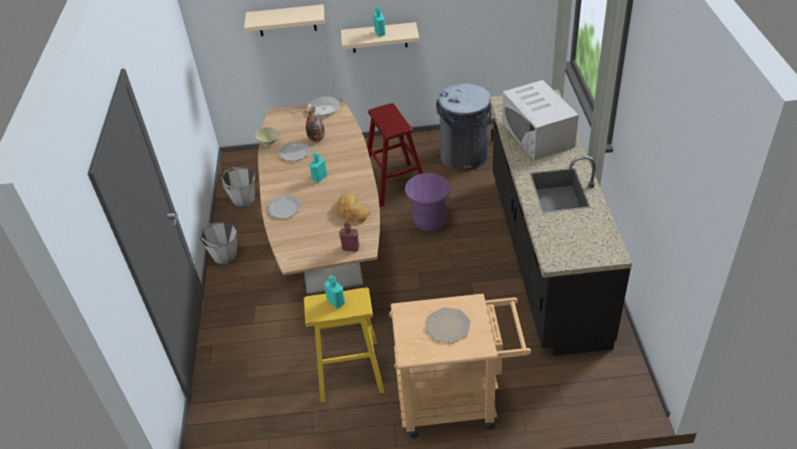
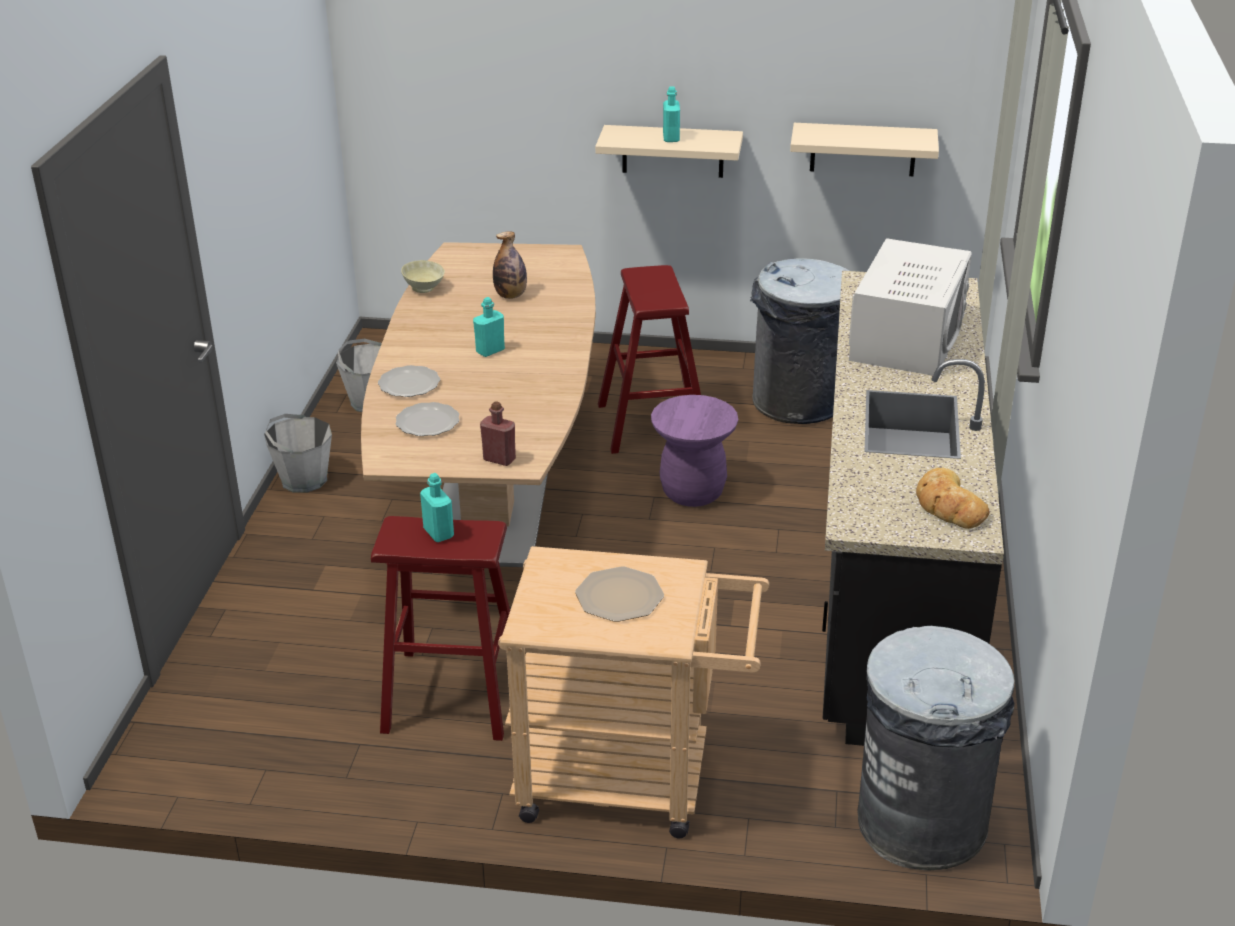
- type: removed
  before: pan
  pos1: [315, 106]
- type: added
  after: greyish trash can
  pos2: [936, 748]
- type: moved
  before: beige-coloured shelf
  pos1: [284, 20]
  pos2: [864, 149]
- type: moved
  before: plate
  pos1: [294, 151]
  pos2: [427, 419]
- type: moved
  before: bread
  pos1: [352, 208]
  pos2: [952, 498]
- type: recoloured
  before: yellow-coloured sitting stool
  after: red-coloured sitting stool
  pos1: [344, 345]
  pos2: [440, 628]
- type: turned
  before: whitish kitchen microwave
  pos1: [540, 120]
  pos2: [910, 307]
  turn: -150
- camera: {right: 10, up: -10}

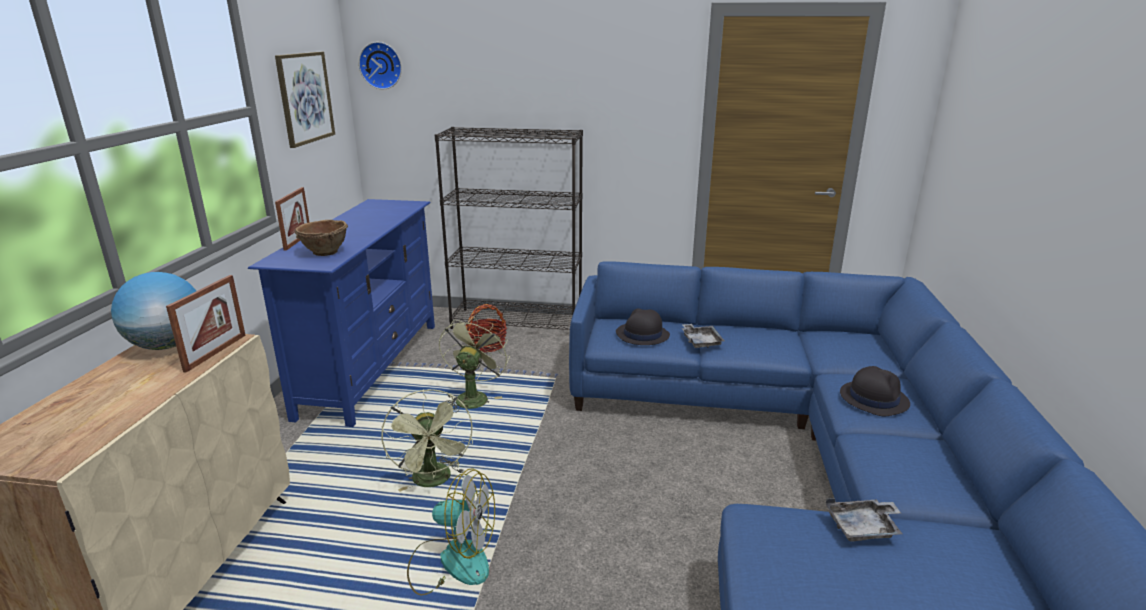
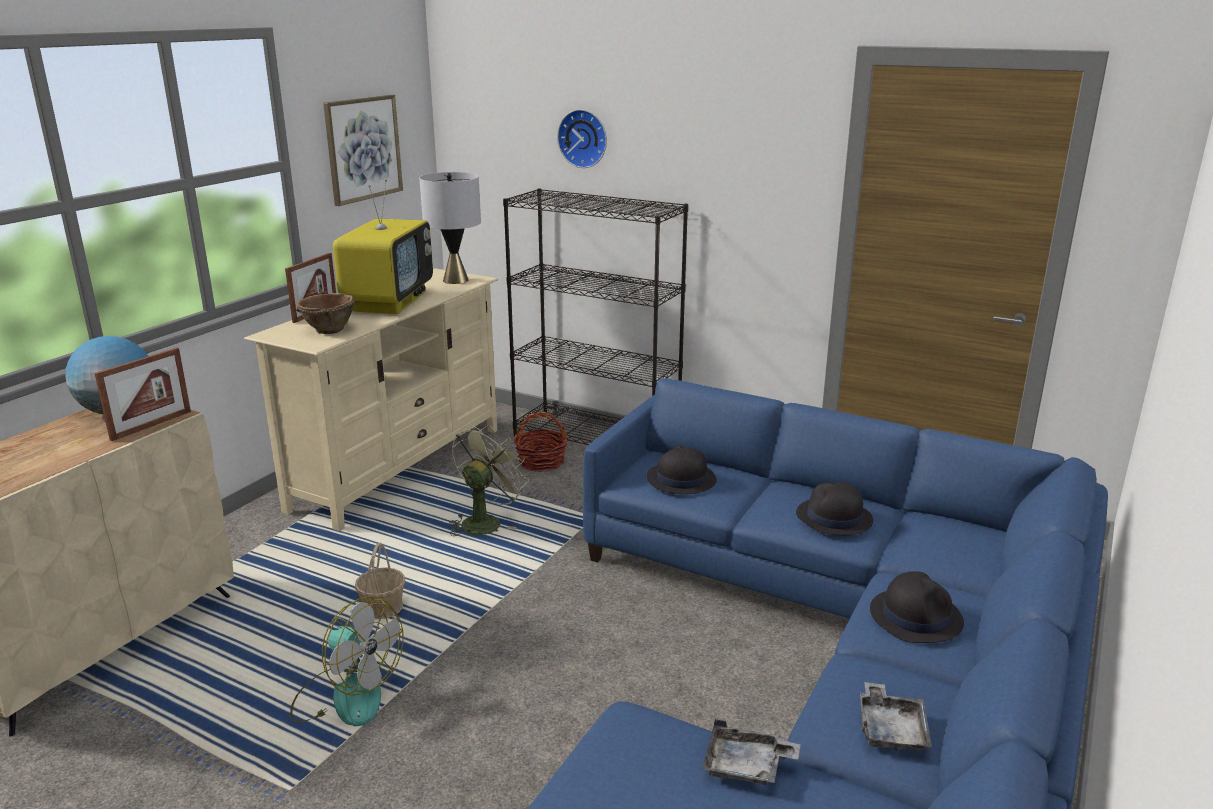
- type: added
  after: TV
  pos2: [383, 246]
- type: added
  after: greyish lamp for a table
  pos2: [450, 228]
- type: added
  after: black-coloured clothing hat
  pos2: [834, 509]
- type: moved
  before: hanging clock
  pos1: [380, 65]
  pos2: [582, 138]
- type: moved
  before: greyish tray
  pos1: [703, 336]
  pos2: [896, 716]
- type: replaced
  before: greenish fan
  after: basket
  pos1: [427, 440]
  pos2: [380, 581]
- type: recoloured
  before: blue tv unit
  after: beige-coloured tv unit
  pos1: [341, 313]
  pos2: [371, 399]
- camera: {right: 20, up: 0}

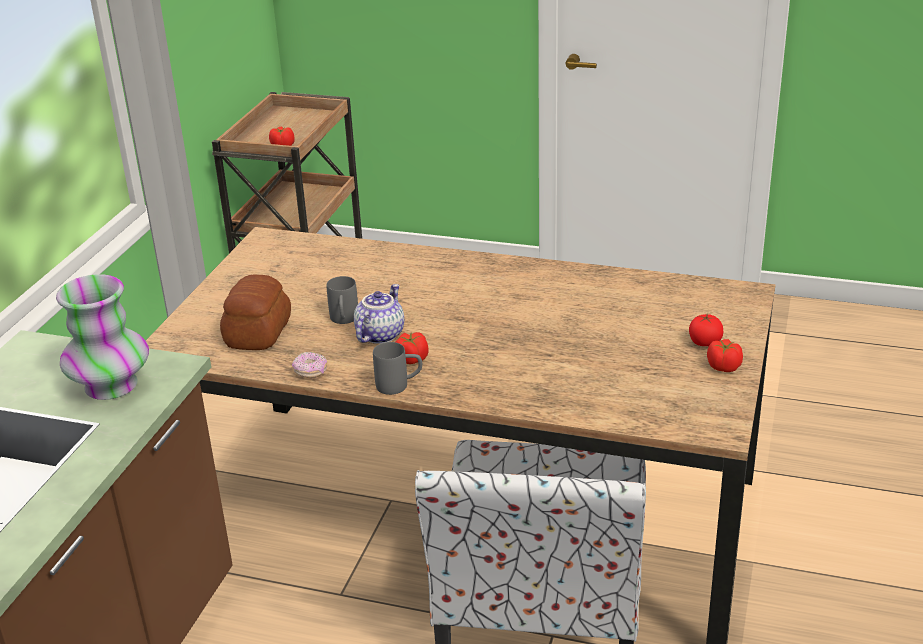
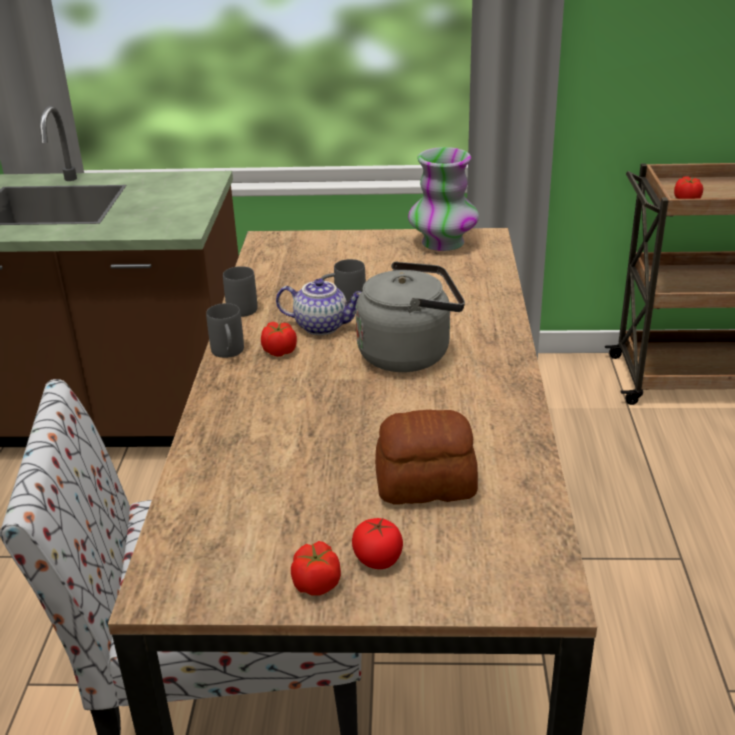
- type: added
  after: greyish kettle
  pos2: [410, 317]
- type: moved
  before: flower vase
  pos1: [102, 337]
  pos2: [443, 199]
- type: moved
  before: bread
  pos1: [255, 312]
  pos2: [426, 457]
- type: replaced
  before: donut
  after: greyish tea mug
  pos1: [309, 365]
  pos2: [240, 291]
- camera: {right: 75, up: 0}

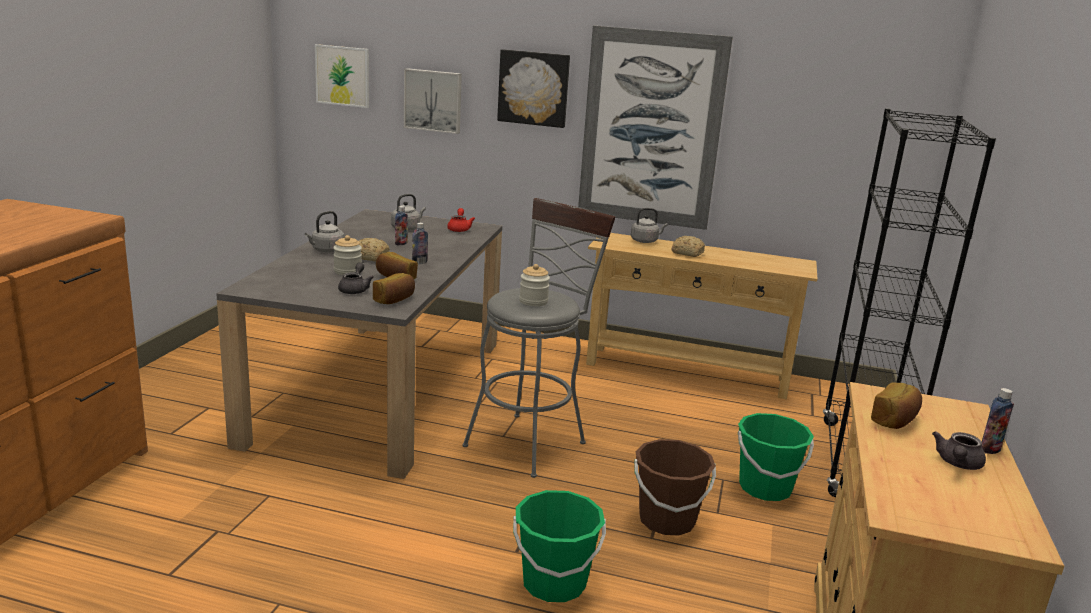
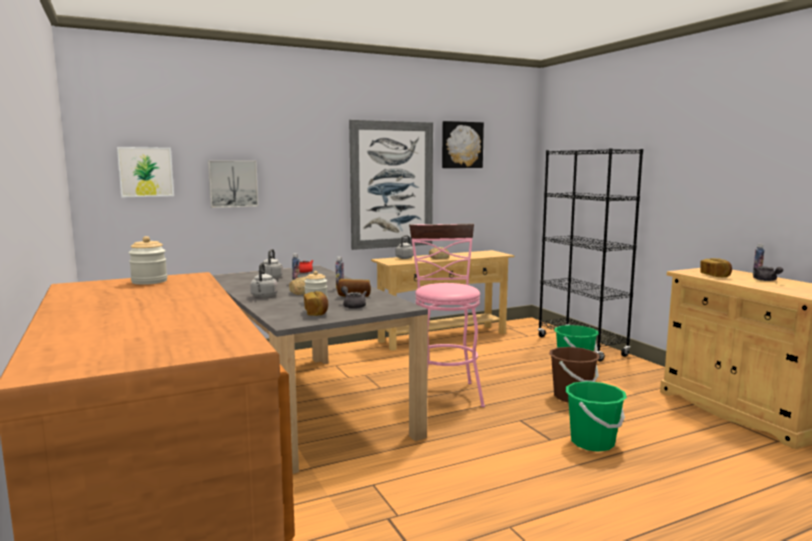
- type: moved
  before: bread
  pos1: [394, 288]
  pos2: [316, 303]
- type: moved
  before: wall picture
  pos1: [533, 88]
  pos2: [463, 144]
- type: moved
  before: preserve jar
  pos1: [534, 285]
  pos2: [148, 260]
- type: recoloured
  before: greyish sitting stool
  after: pink sitting stool
  pos1: [539, 338]
  pos2: [447, 315]
- camera: {right: -40, up: -10}

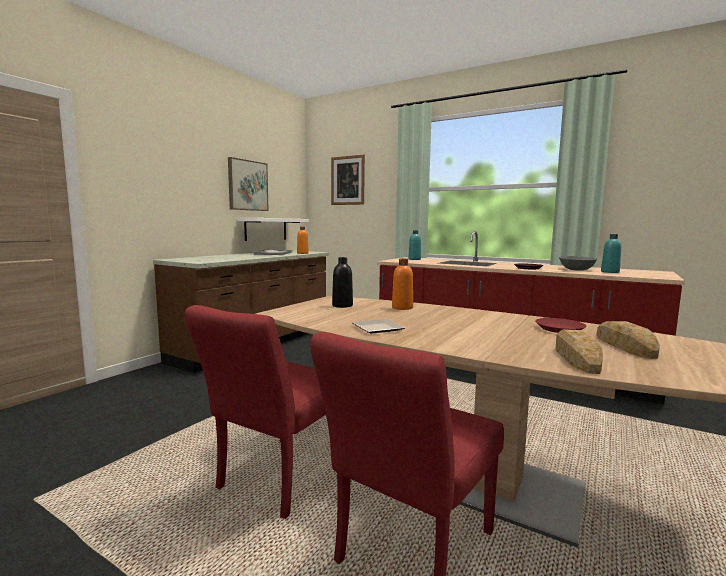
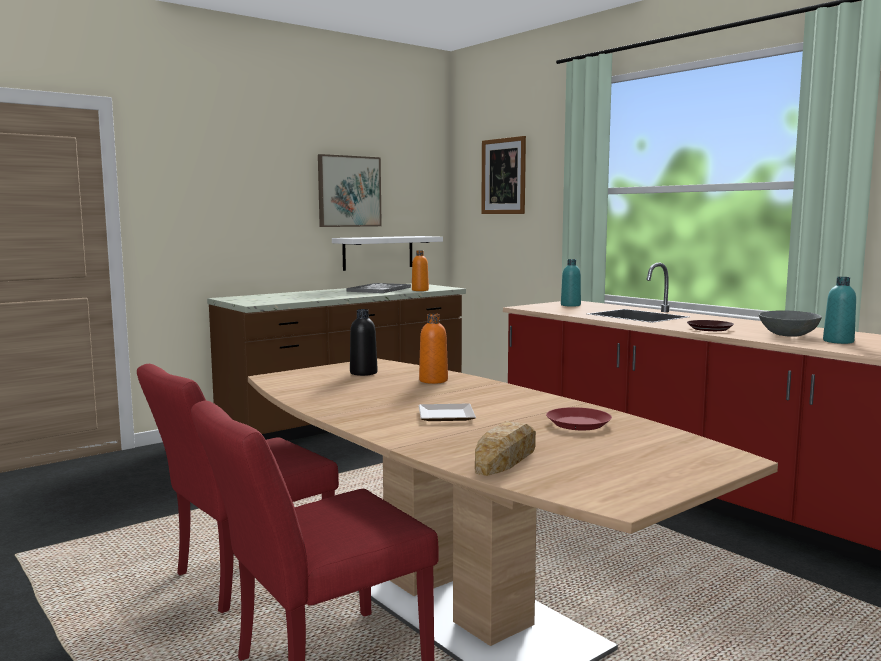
- type: removed
  before: bread
  pos1: [628, 340]
- type: moved
  before: plate
  pos1: [378, 326]
  pos2: [447, 412]
- camera: {right: 20, up: 0}

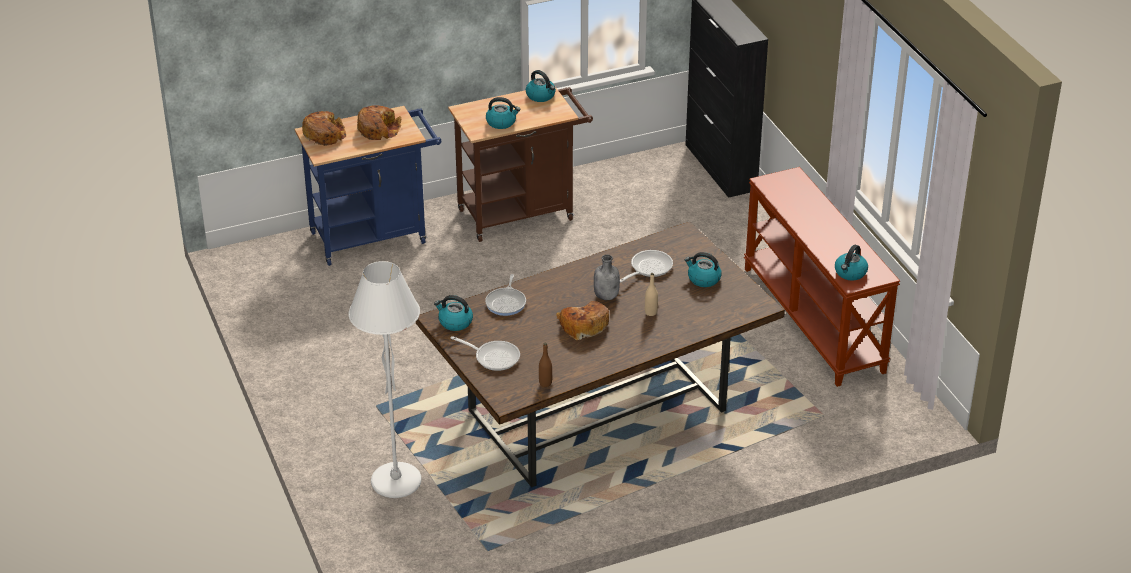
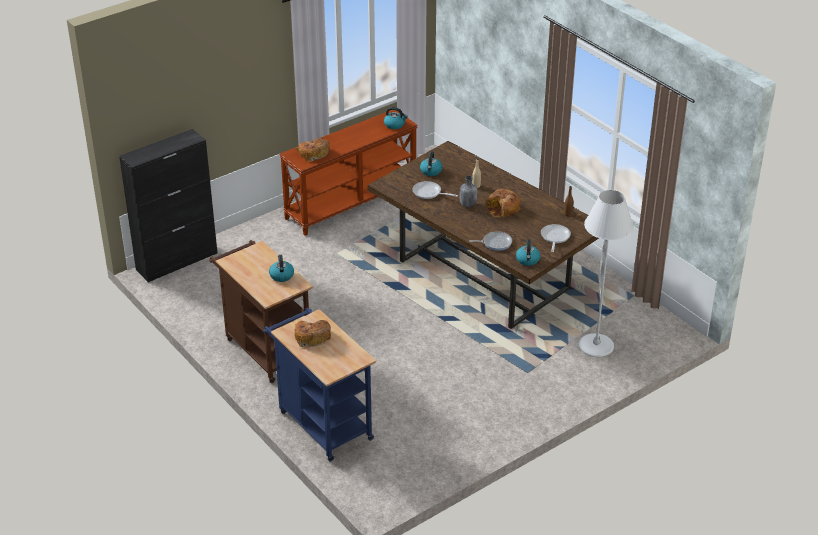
- type: removed
  before: kettle
  pos1: [541, 86]
- type: moved
  before: bread
  pos1: [324, 128]
  pos2: [313, 150]
- camera: {right: -105, up: 0}

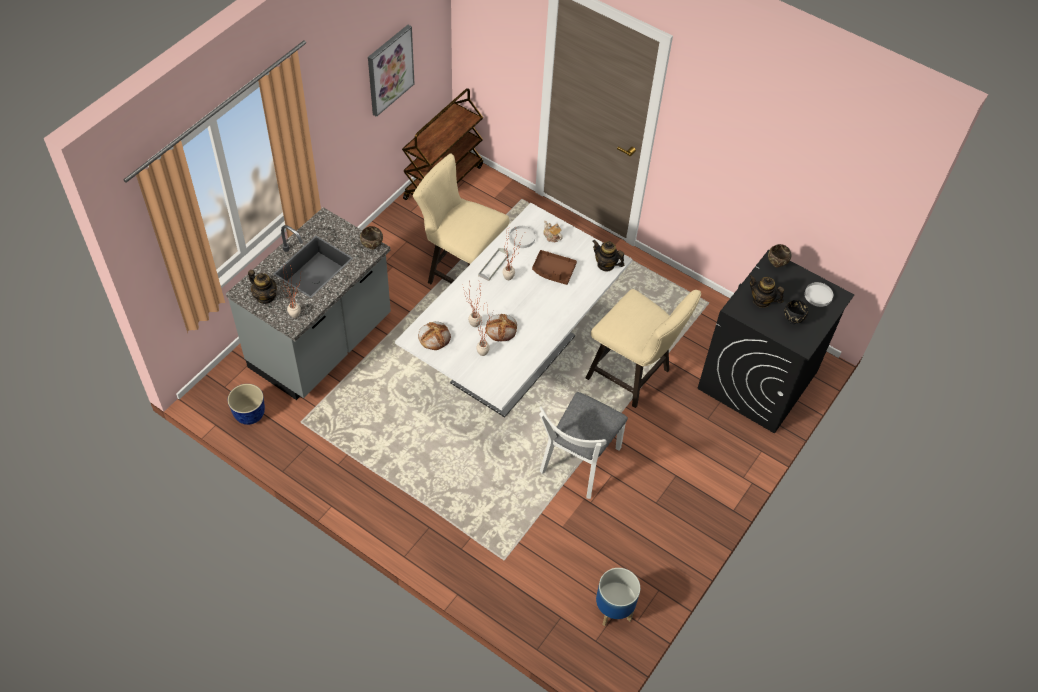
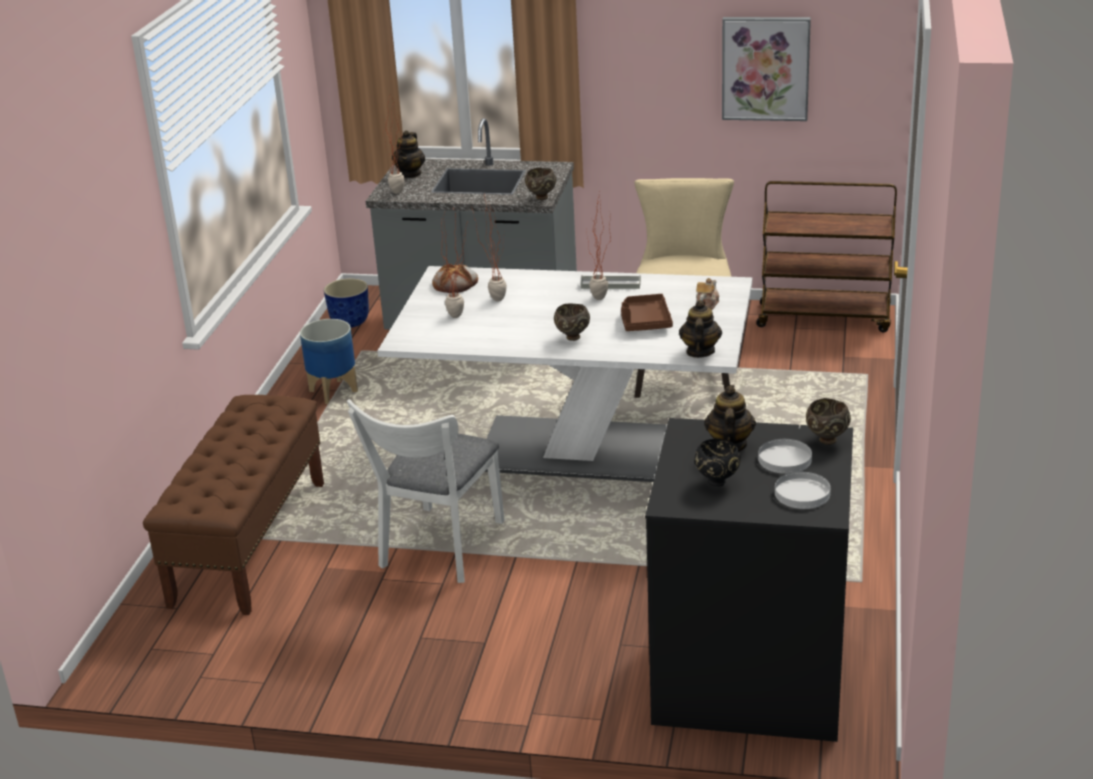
- type: removed
  before: bread
  pos1: [501, 327]
- type: removed
  before: beige-coloured sitting stool
  pos1: [643, 348]
- type: added
  after: brownish indoor bench
  pos2: [233, 505]
- type: added
  after: brownish serving bowl
  pos2: [572, 322]
- type: moved
  before: whitish plate
  pos1: [522, 237]
  pos2: [785, 456]
- type: moved
  before: plant pot
  pos1: [618, 597]
  pos2: [329, 361]
- type: turned
  before: whitish upright chair
  pos1: [583, 445]
  pos2: [426, 491]
  turn: -75
- camera: {right: 70, up: -25}

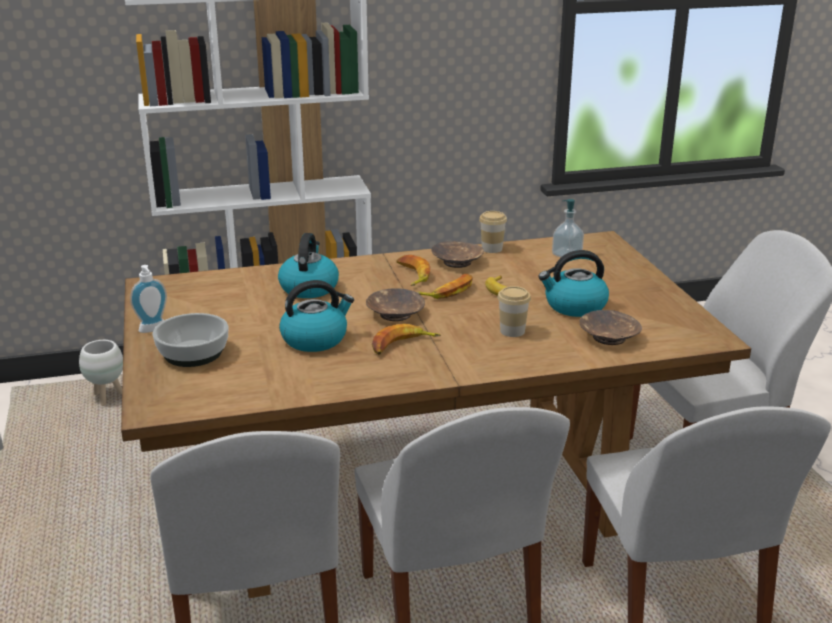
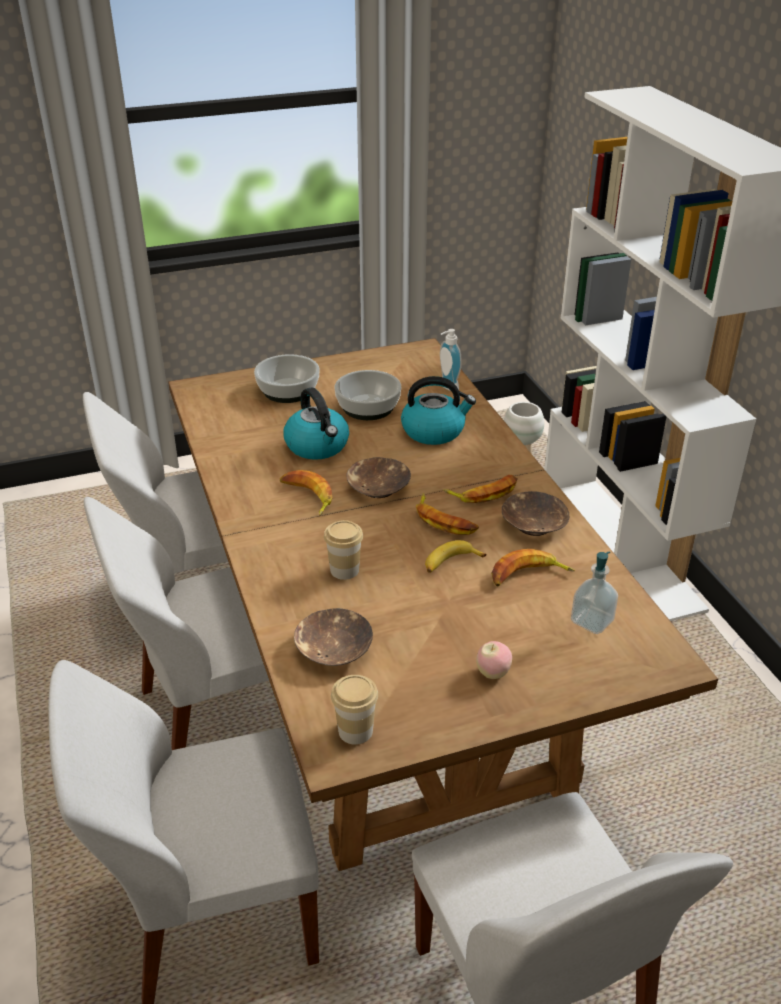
- type: removed
  before: kettle
  pos1: [573, 283]
- type: added
  after: serving bowl
  pos2: [368, 395]
- type: added
  after: apple fruit
  pos2: [494, 660]
- type: added
  after: whole banana
  pos2: [533, 567]
- type: moved
  before: liquid soap bottle
  pos1: [148, 299]
  pos2: [451, 360]
- type: moved
  before: drinking cup
  pos1: [493, 232]
  pos2: [354, 710]
- camera: {right: 85, up: 10}

